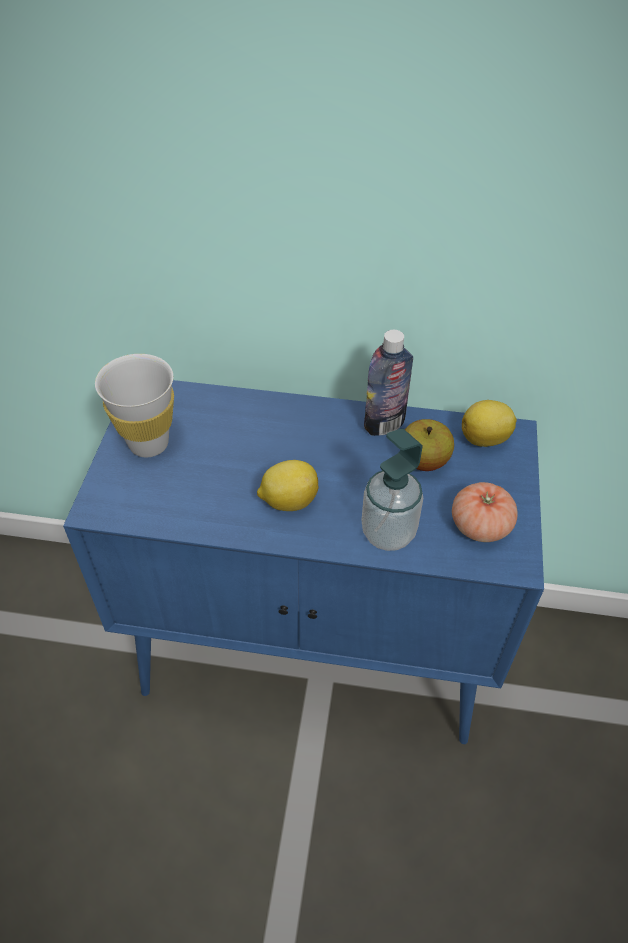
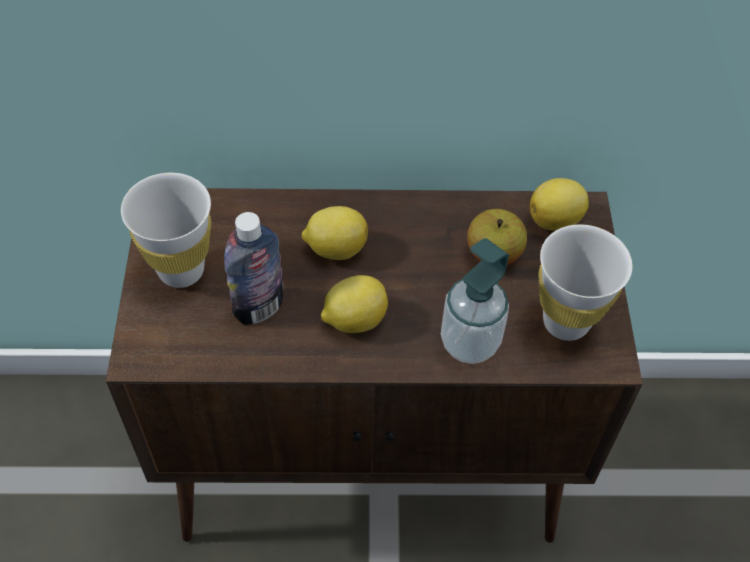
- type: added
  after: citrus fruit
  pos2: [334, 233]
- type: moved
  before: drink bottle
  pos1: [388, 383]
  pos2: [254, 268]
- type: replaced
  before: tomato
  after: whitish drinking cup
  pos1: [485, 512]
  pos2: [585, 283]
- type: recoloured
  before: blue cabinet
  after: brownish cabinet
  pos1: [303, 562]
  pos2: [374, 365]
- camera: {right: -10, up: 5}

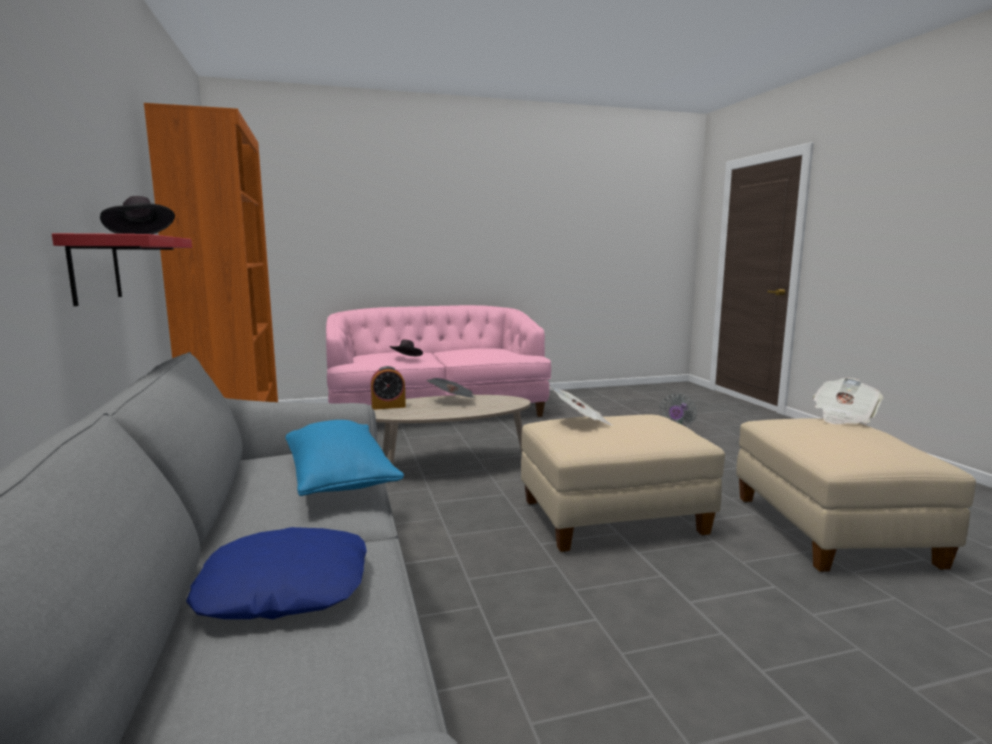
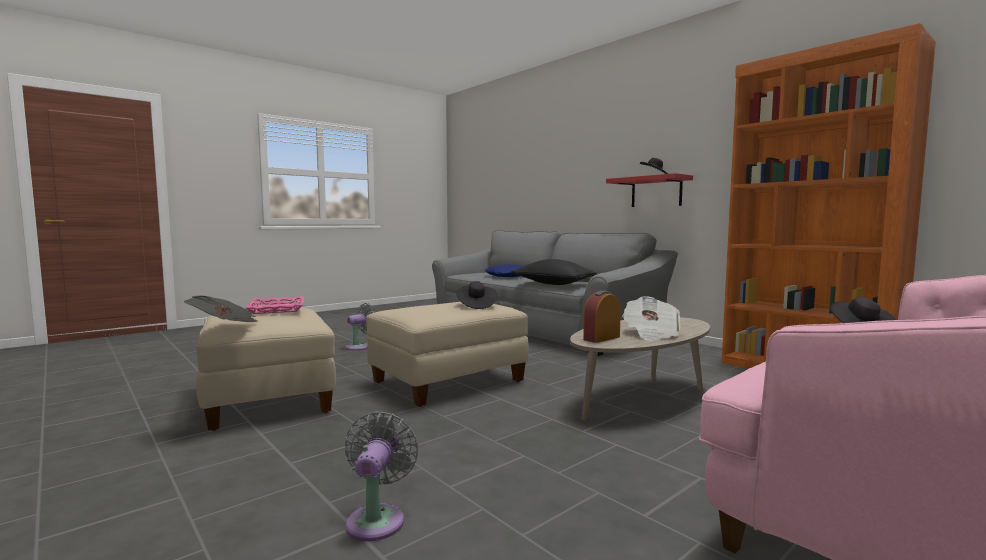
- type: added
  after: pink tray
  pos2: [274, 305]
- type: added
  after: greyish fan
  pos2: [360, 327]
- type: moved
  before: table clock
  pos1: [388, 388]
  pos2: [602, 316]
- type: replaced
  before: newspaper
  after: black-coloured clothing hat
  pos1: [581, 406]
  pos2: [476, 295]
- type: recoloured
  before: blue cushion
  after: black-coloured cushion
  pos1: [345, 458]
  pos2: [554, 272]
- camera: {right: 155, up: -5}

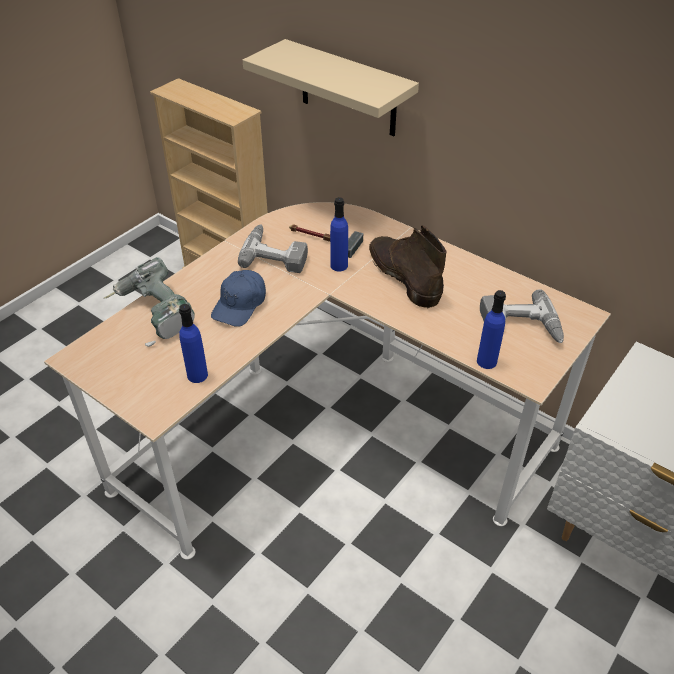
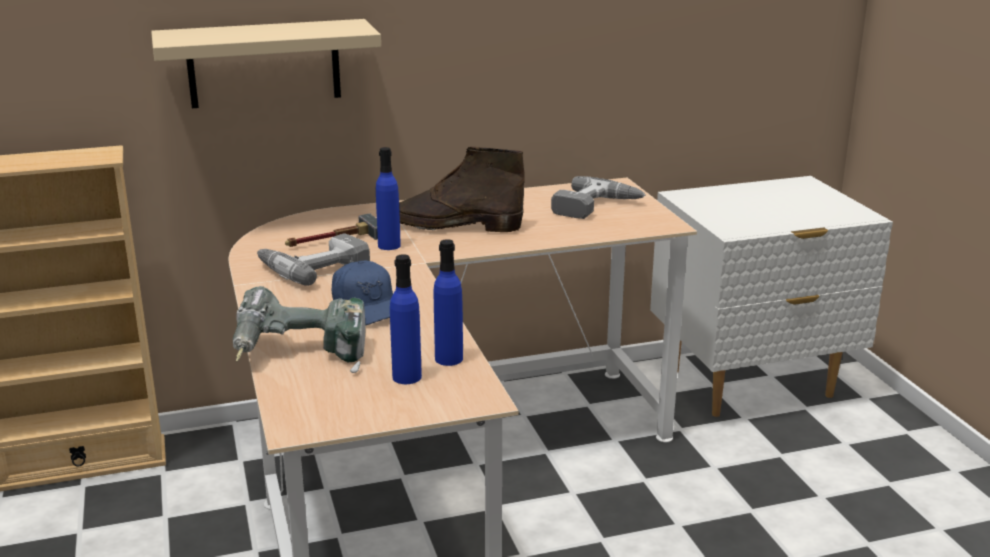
- type: moved
  before: blue drink bottle
  pos1: [491, 329]
  pos2: [406, 319]
- camera: {right: -55, up: -20}

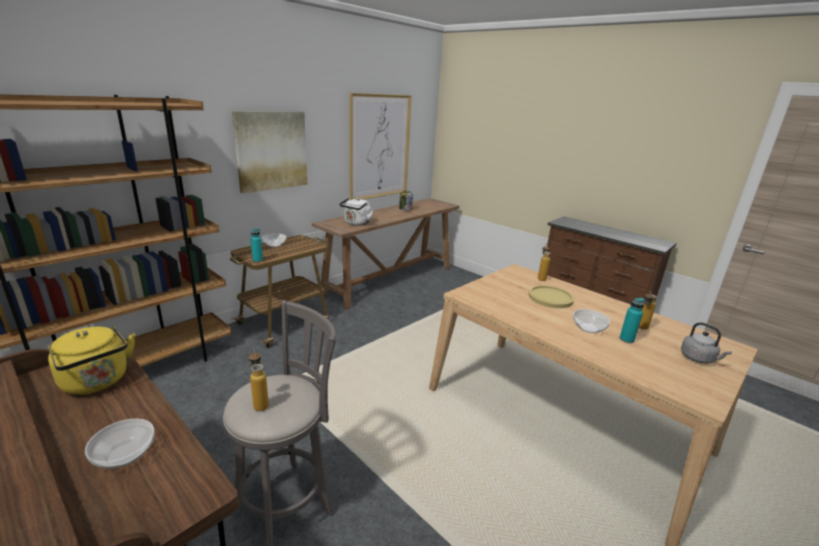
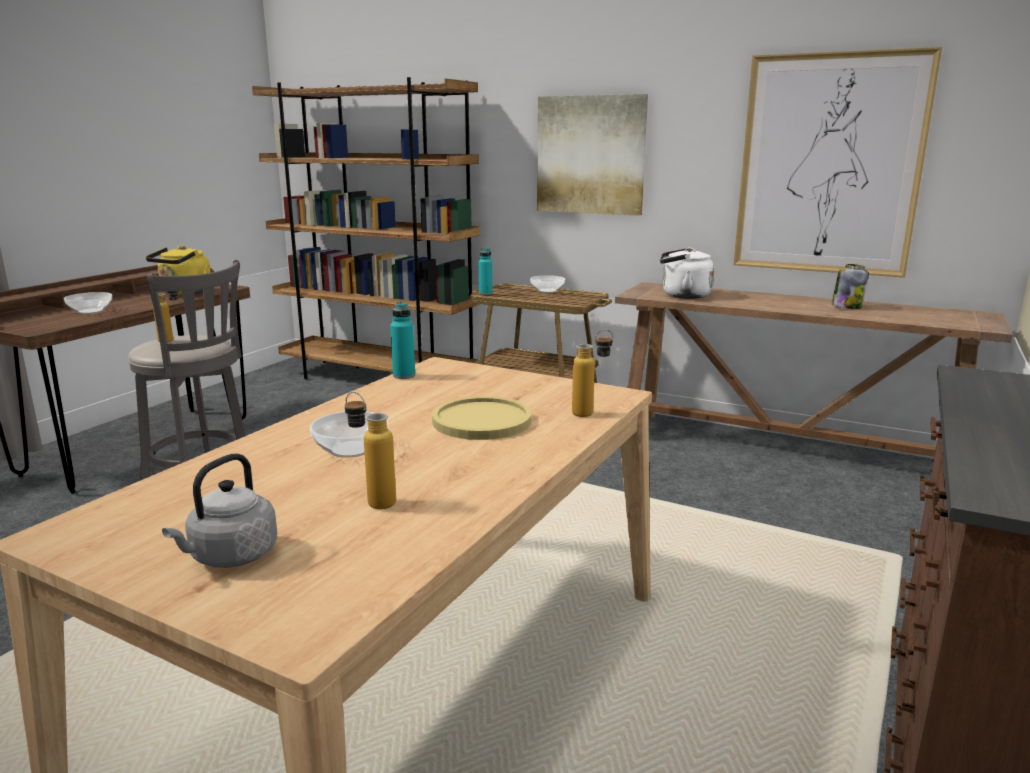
- type: moved
  before: blue-green drink bottle
  pos1: [632, 320]
  pos2: [402, 340]
- camera: {right: 75, up: -5}

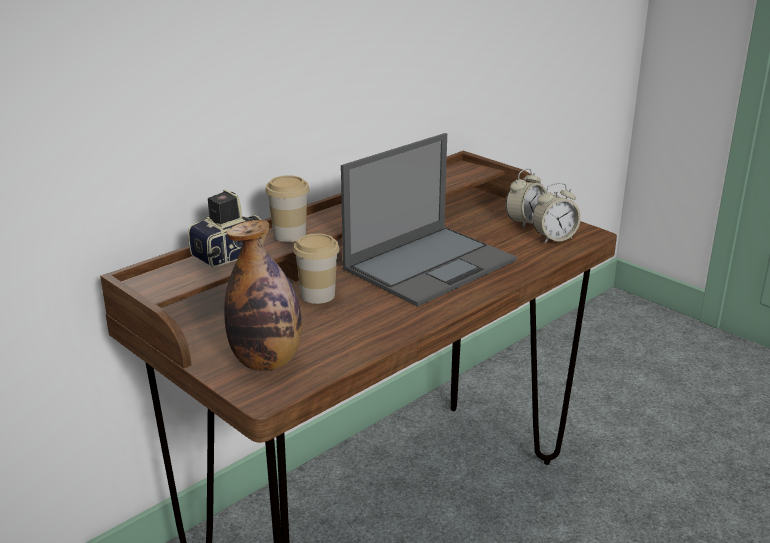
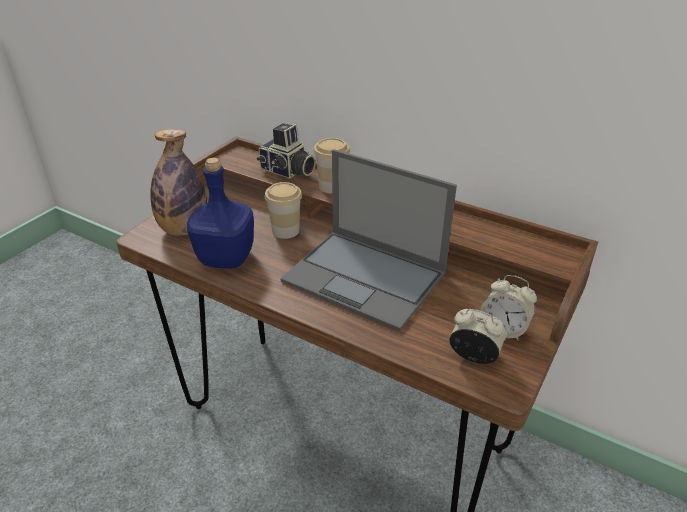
- type: added
  after: blue drink bottle
  pos2: [220, 213]
- type: turned
  before: table clock
  pos1: [556, 213]
  pos2: [478, 336]
  turn: 150
- camera: {right: 75, up: 10}

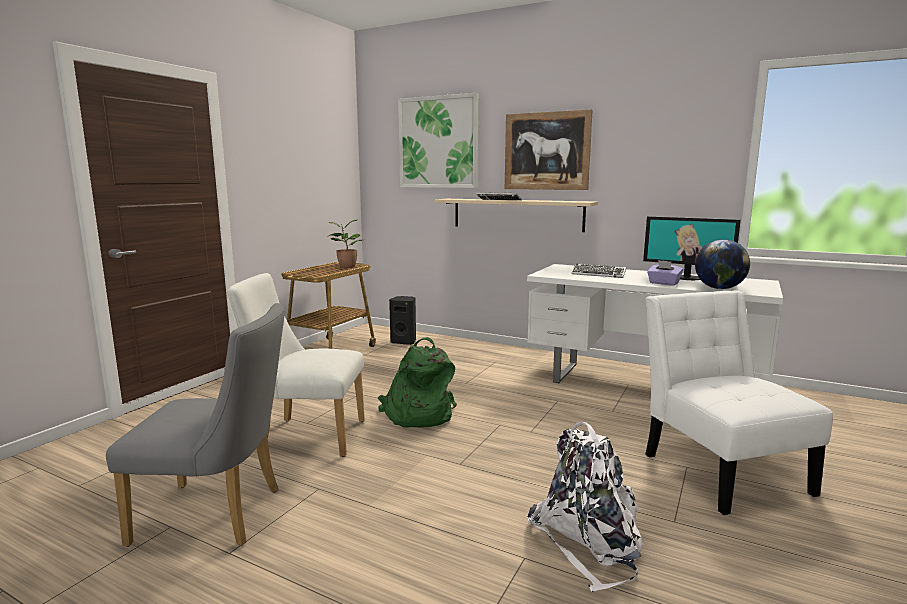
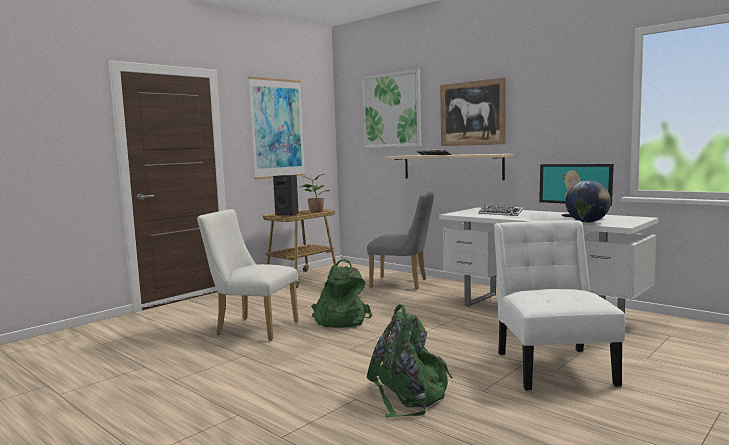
- type: removed
  before: purplish tissue holder
  pos1: [665, 273]
- type: added
  after: wall picture
  pos2: [277, 128]
- type: moved
  before: greyish upright chair
  pos1: [195, 425]
  pos2: [400, 240]
- type: moved
  before: black-coloured audio speaker
  pos1: [402, 320]
  pos2: [286, 195]
- type: recoloured
  before: whitish backpack
  after: greenish backpack
  pos1: [585, 507]
  pos2: [410, 361]
- camera: {right: 15, up: -5}

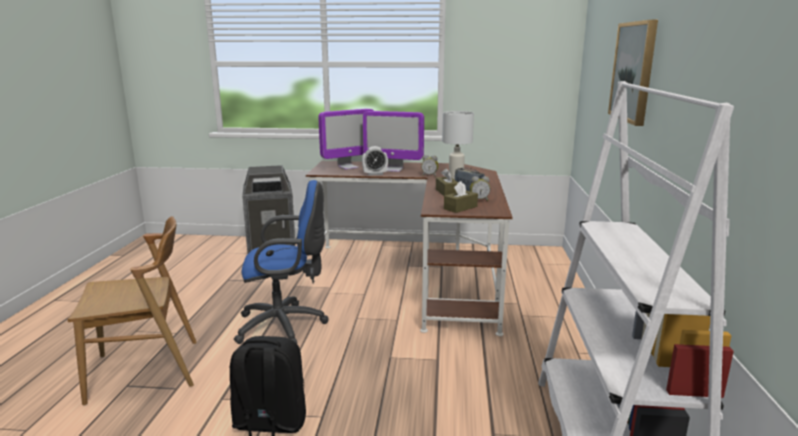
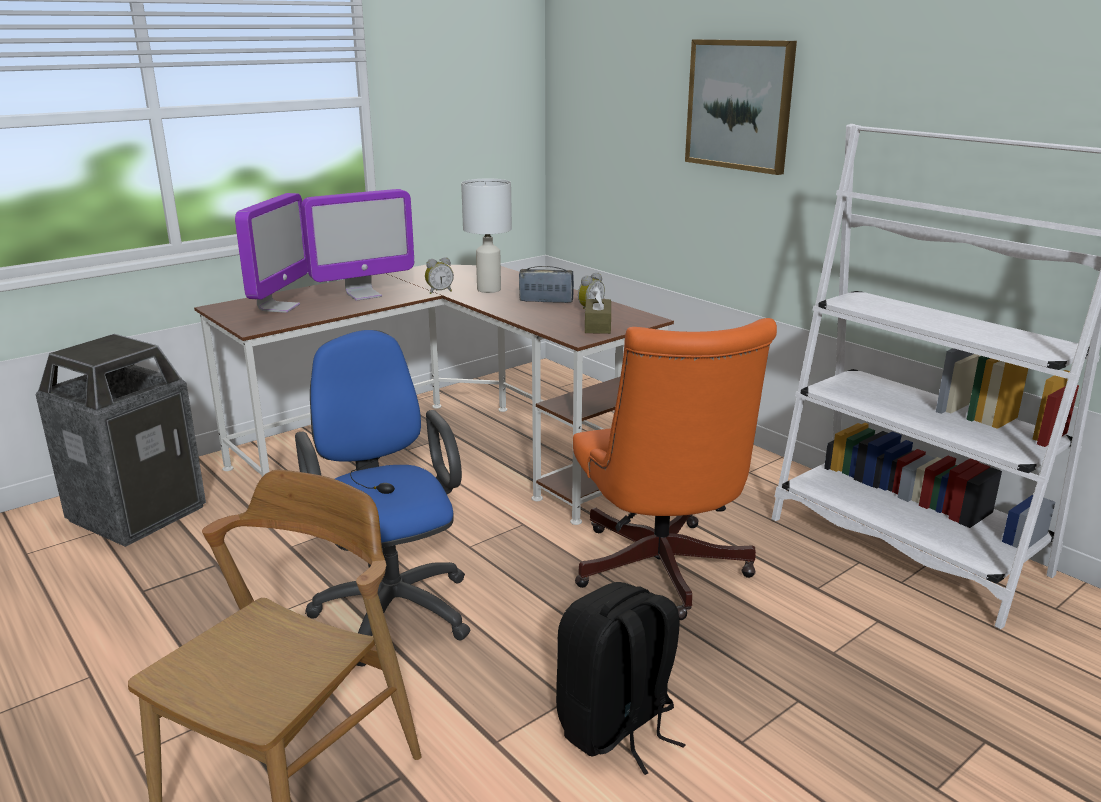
- type: removed
  before: table clock
  pos1: [375, 161]
- type: removed
  before: brownish tissue holder
  pos1: [447, 182]
- type: added
  after: orange desk chair
  pos2: [675, 469]
- type: turned
  before: blue desk chair
  pos1: [281, 262]
  pos2: [383, 498]
  turn: -60
- camera: {right: -45, up: 5}

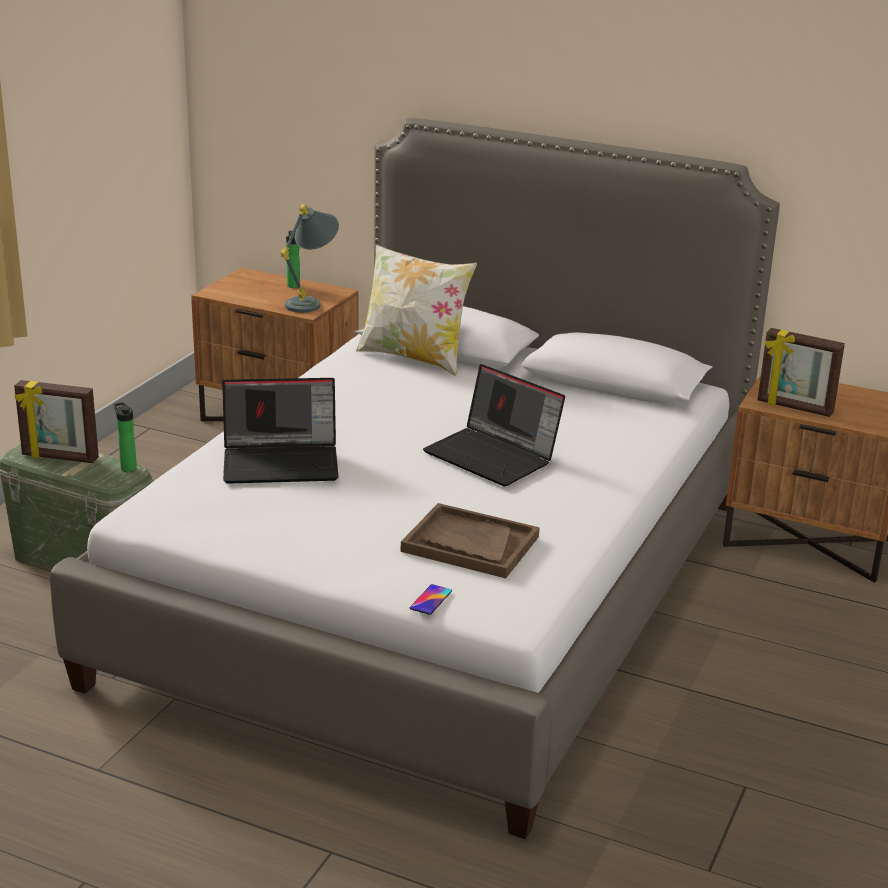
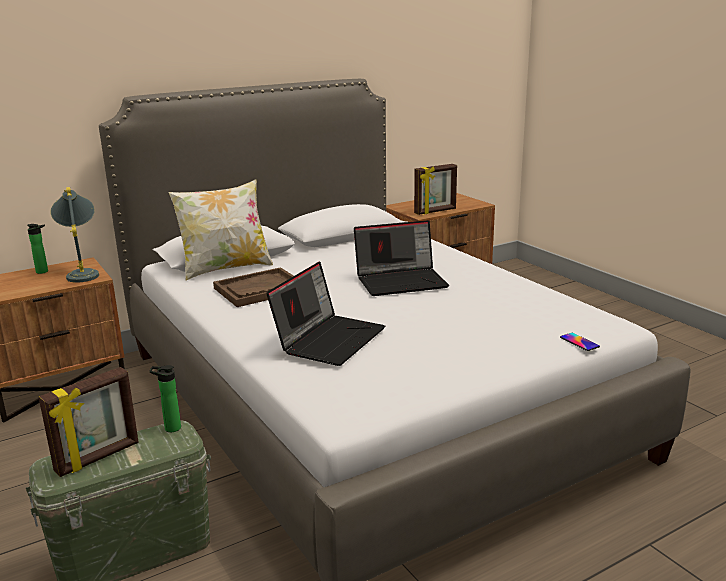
- type: moved
  before: brownish tray
  pos1: [470, 540]
  pos2: [253, 287]
- camera: {right: -55, up: -5}

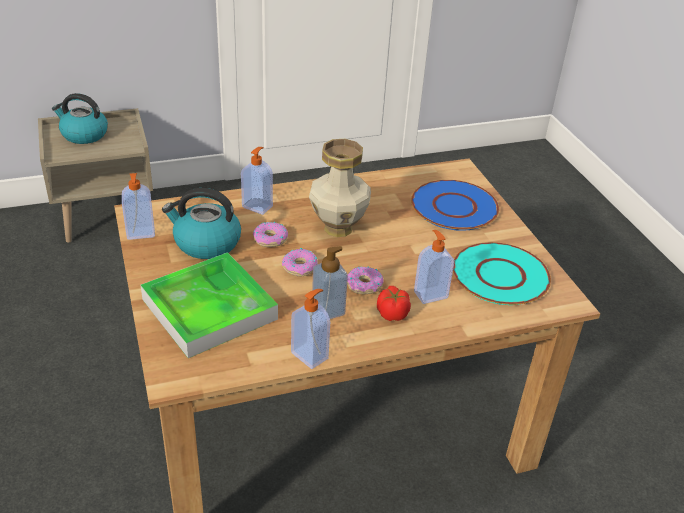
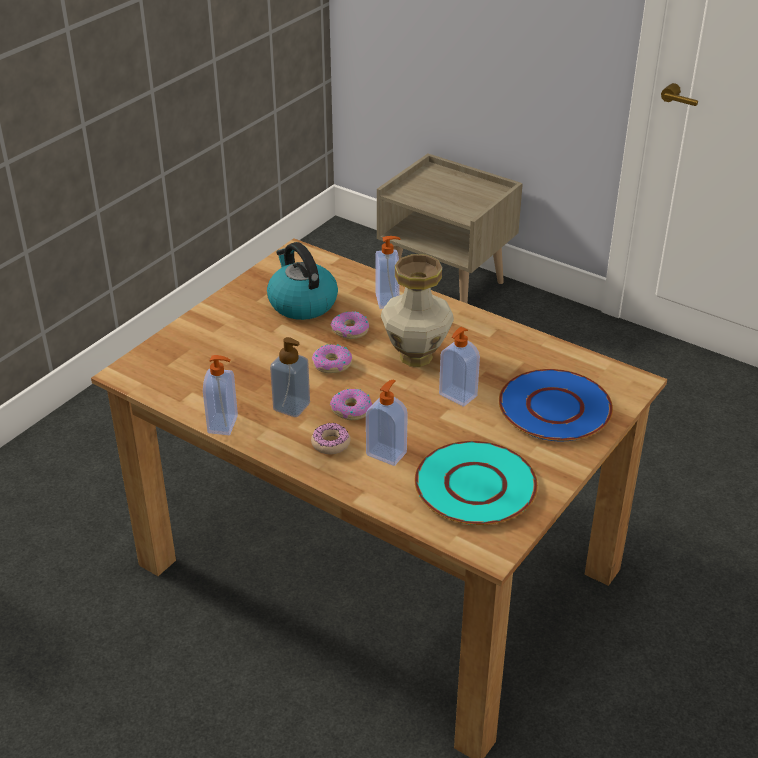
- type: removed
  before: kettle
  pos1: [80, 118]
- type: removed
  before: tray
  pos1: [209, 305]
- type: moved
  before: liquid soap bottle
  pos1: [138, 206]
  pos2: [459, 366]
- type: replaced
  before: tomato
  after: donut
  pos1: [394, 303]
  pos2: [330, 438]
- camera: {right: 55, up: 0}

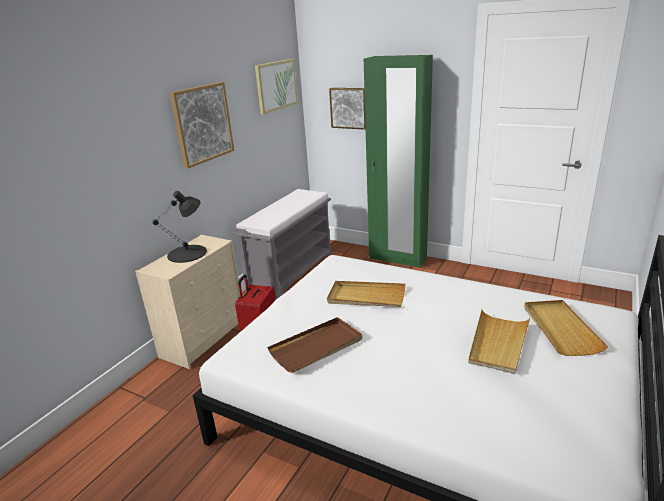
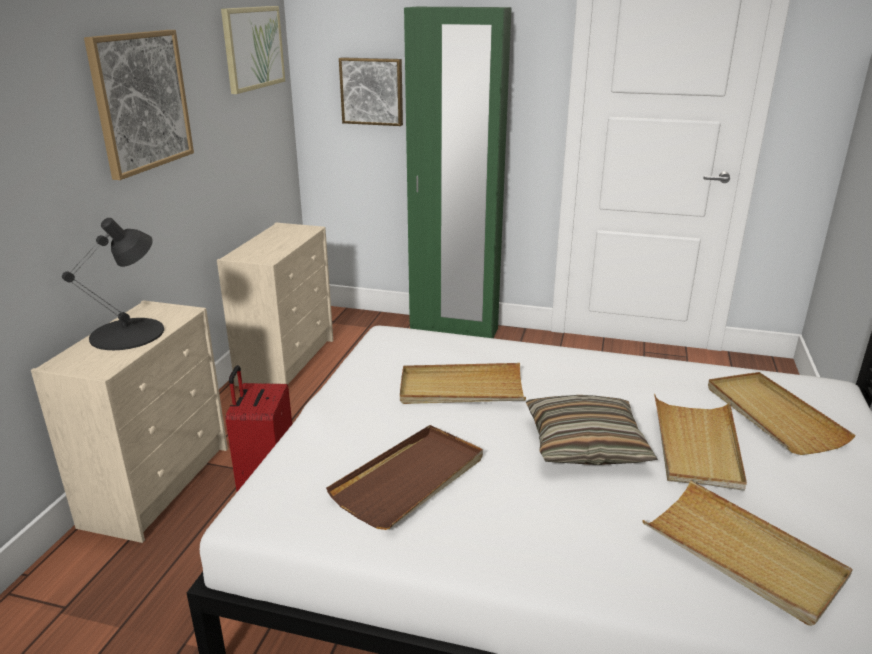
- type: added
  after: cushion
  pos2: [592, 430]
- type: added
  after: beige-coloured tray
  pos2: [747, 553]
- type: replaced
  before: greyish indoor bench
  after: beige-coloured dresser
  pos1: [281, 244]
  pos2: [275, 304]
- camera: {right: -15, up: 0}

